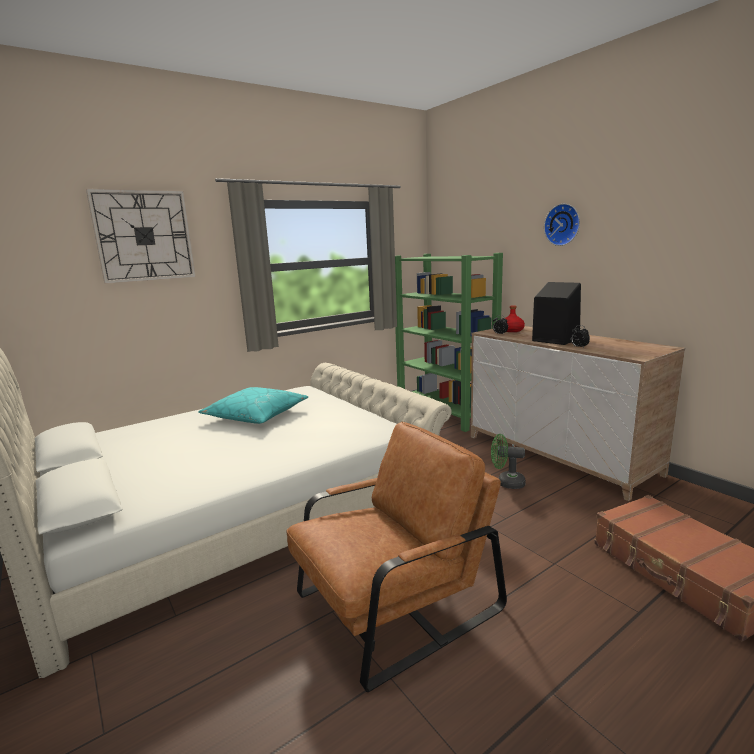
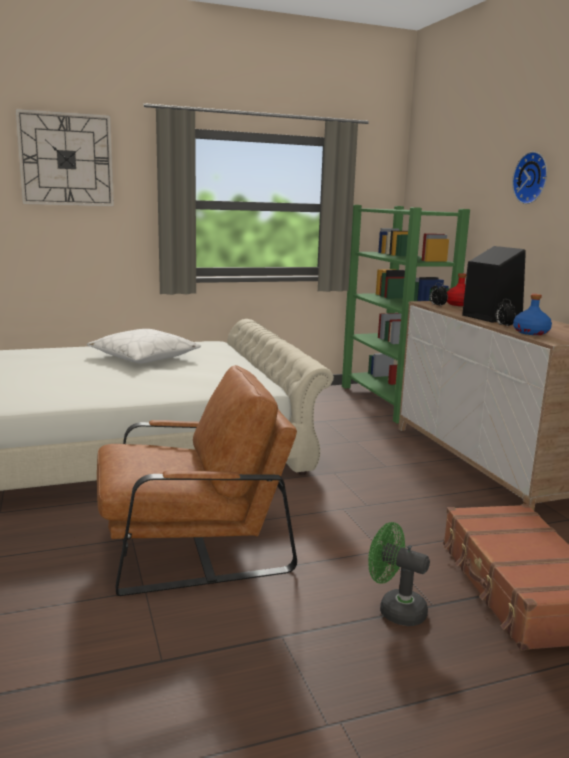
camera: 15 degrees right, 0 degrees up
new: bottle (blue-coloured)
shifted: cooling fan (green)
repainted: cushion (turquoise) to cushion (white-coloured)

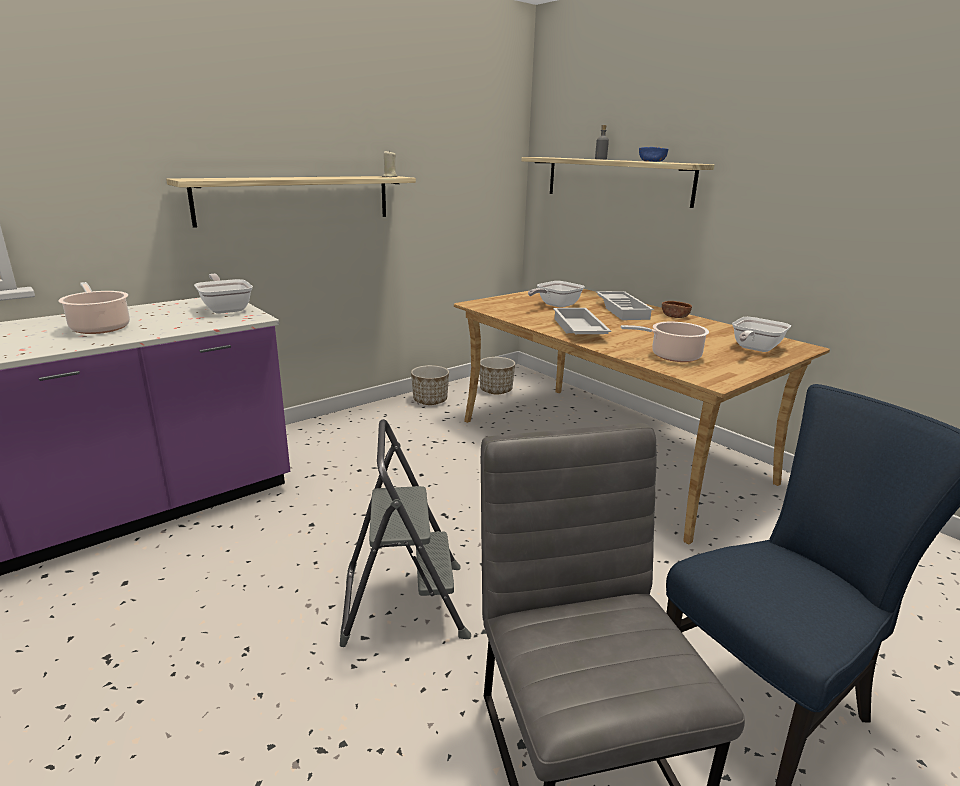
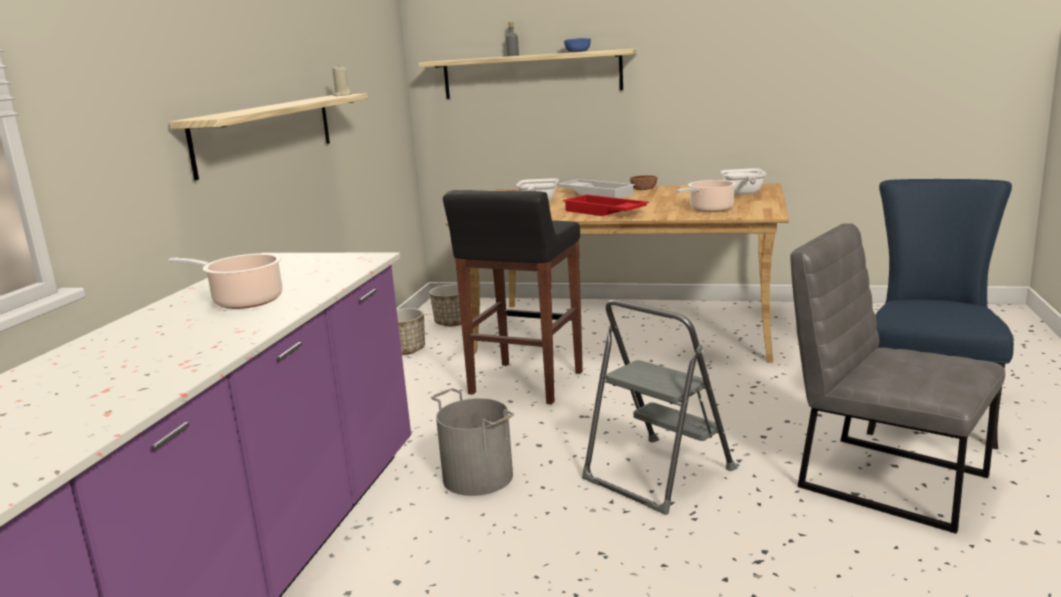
camera: 35 degrees left, 5 degrees down
gone: frying pan (no. 1 from left)
new: water bucket (grey); stool seat (blackish)
repainted: tray (white-coloured) (no. 1 from left) to tray (red)

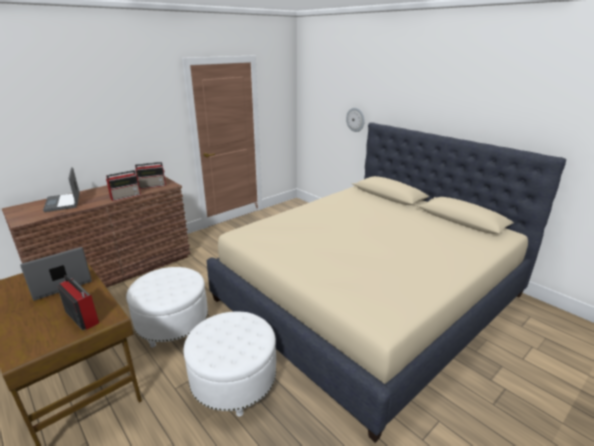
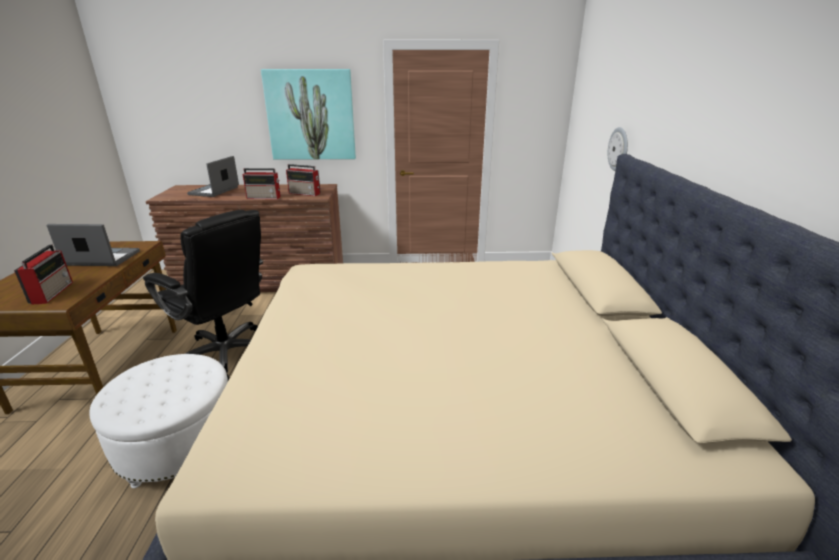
camera: 40 degrees right, 0 degrees up
new: wall picture
swapped: ottoman (white-coloured) (no. 1 from left) to computer chair (blackish)

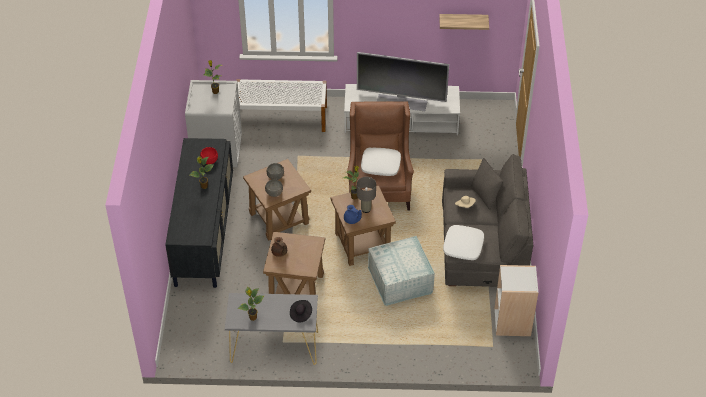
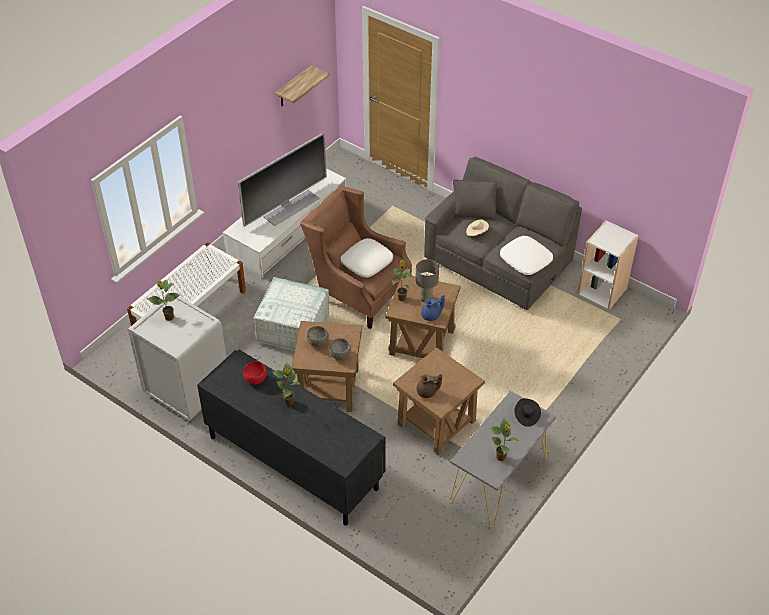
camera: 55 degrees left, 0 degrees up
shifted: ottoman (white-coloured)

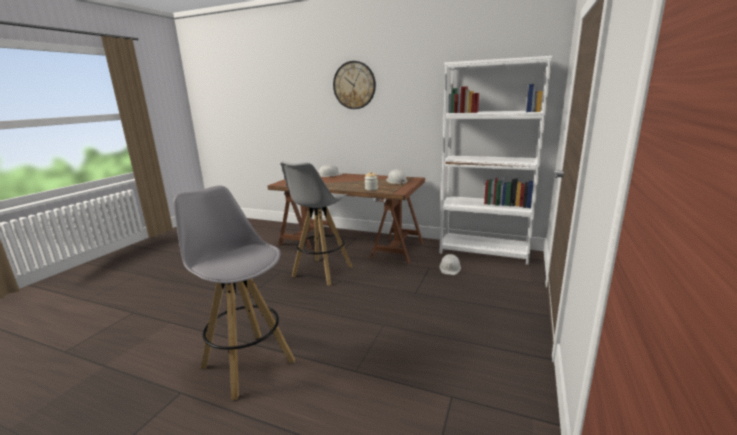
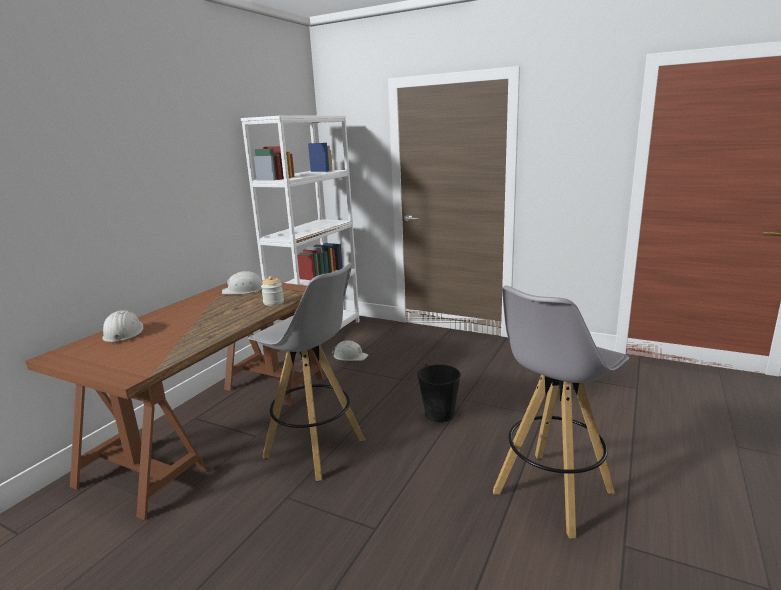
camera: 85 degrees left, 0 degrees up
gone: hanging clock
new: water bucket (blackish)

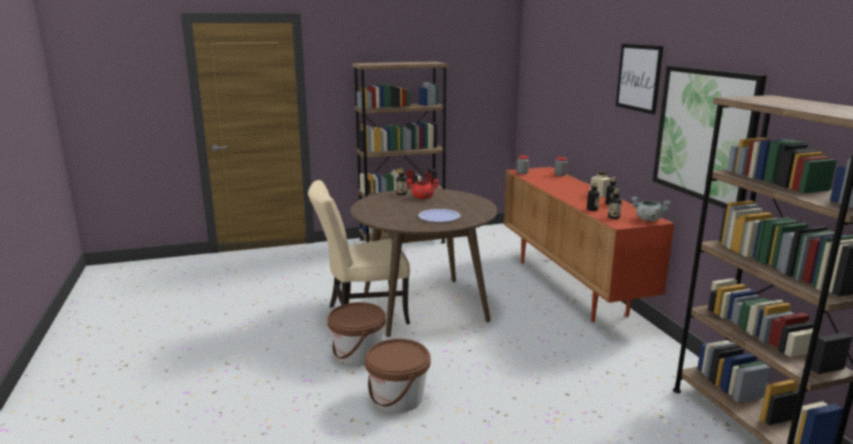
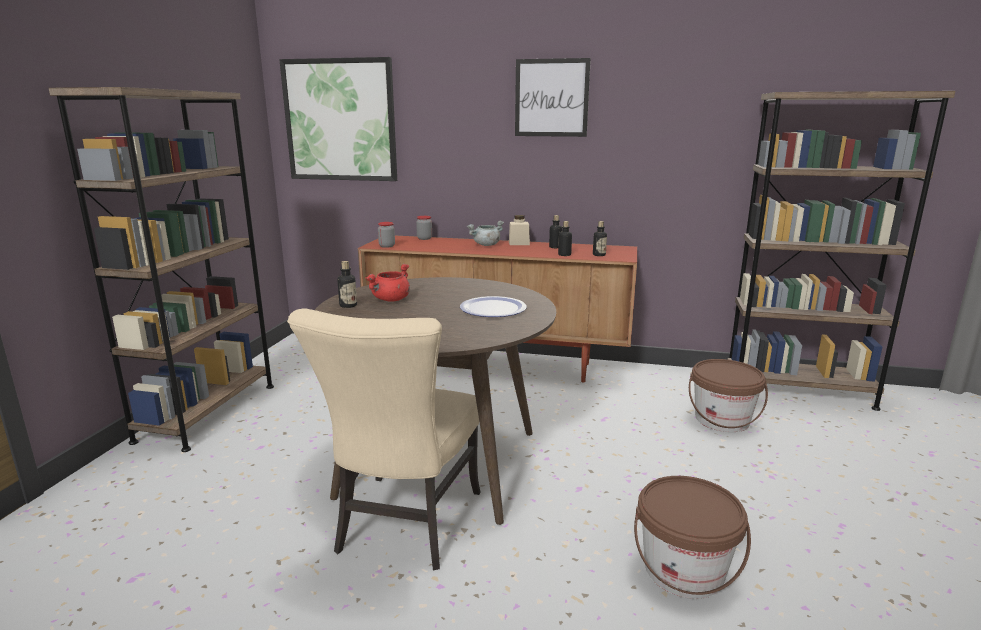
camera: 60 degrees left, 0 degrees up
shifted: wall picture (no. 2 from left in the first image) to wall picture (no. 1 from left); saucepot (grey); water bucket (brown-coloured) (no. 1 from left in the first image) to water bucket (brown-coloured) (no. 2 from left)

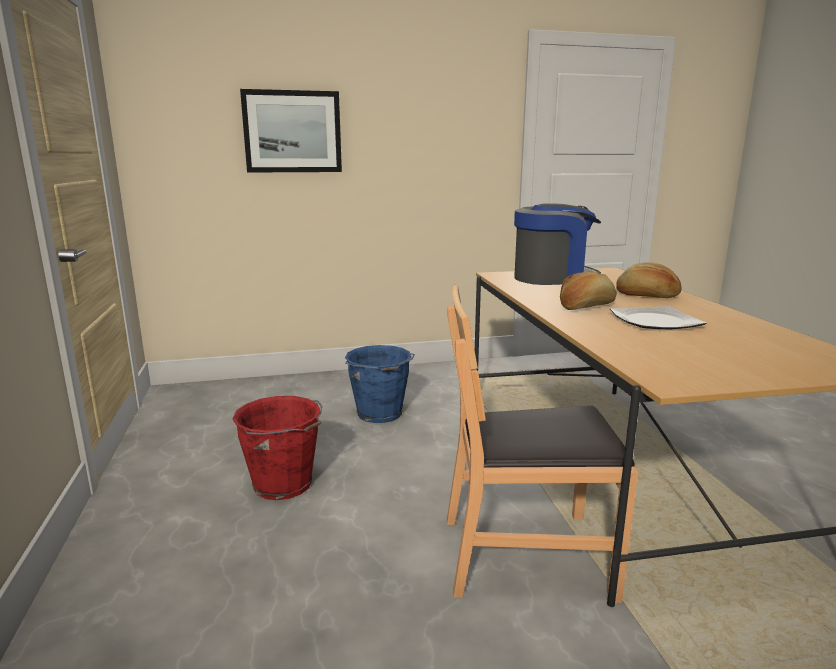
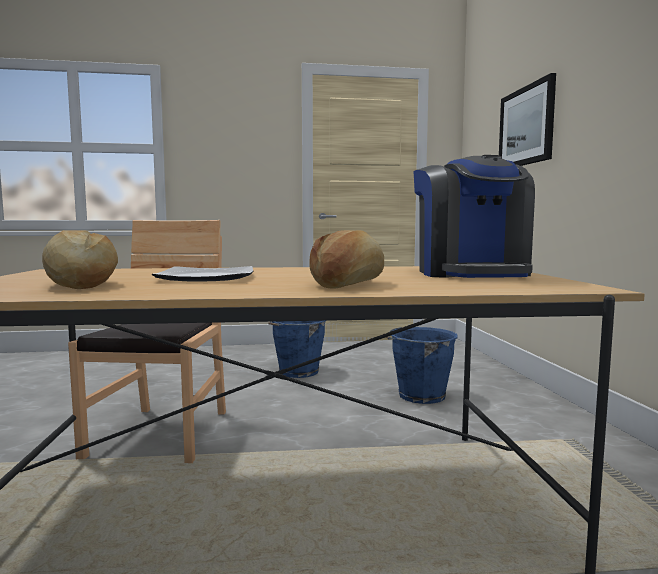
camera: 95 degrees right, 10 degrees down
shifted: bakery bread (no. 1 from left)
repainted: water bucket (red) to water bucket (blue-coloured) (no. 1 from left)

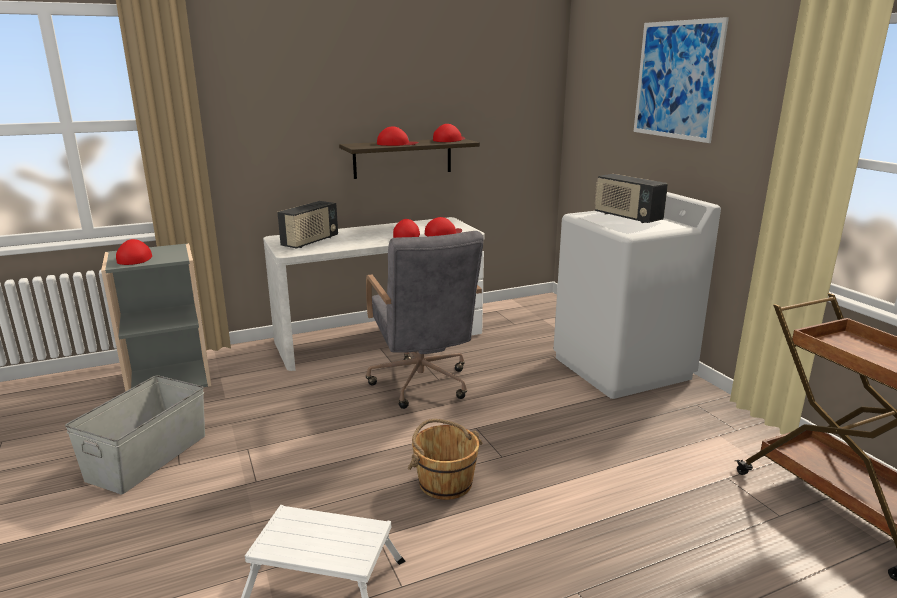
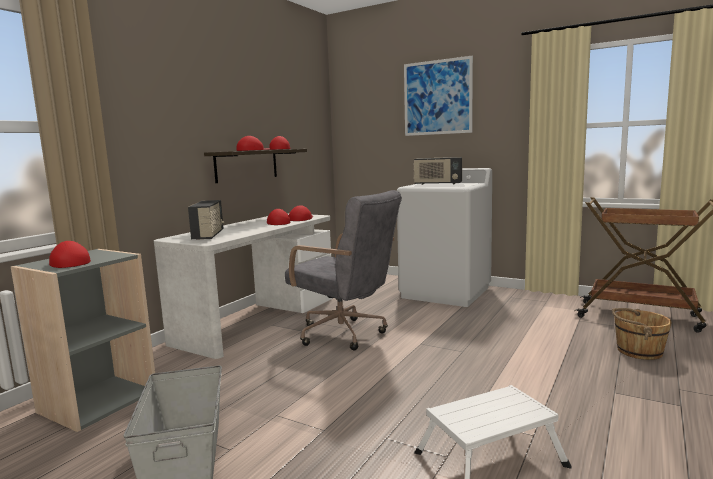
camera: 35 degrees left, 10 degrees down
shifted: water bucket (brown-coloured)

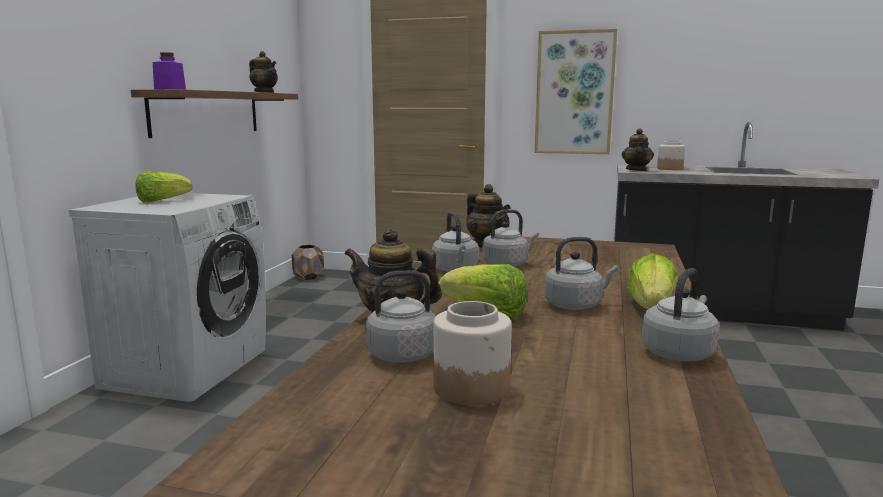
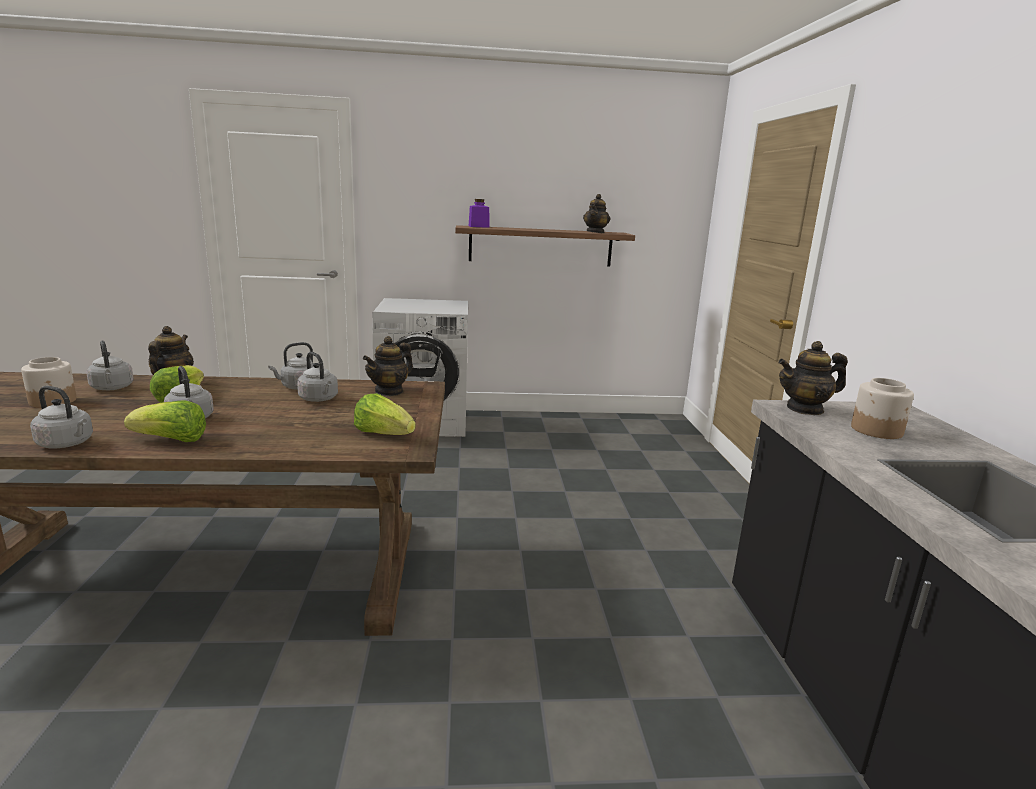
camera: 70 degrees right, 5 degrees up
gone: plant pot (brown-coloured); wall picture
shifted: lettuce head (no. 1 from left in the first image) to lettuce head (no. 3 from left)

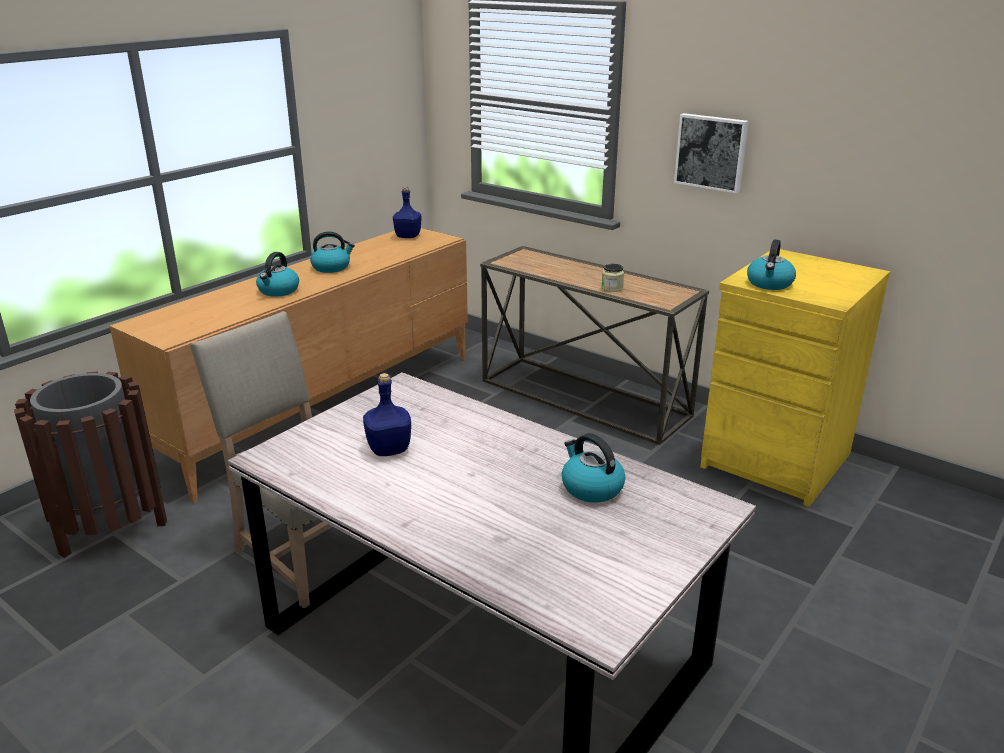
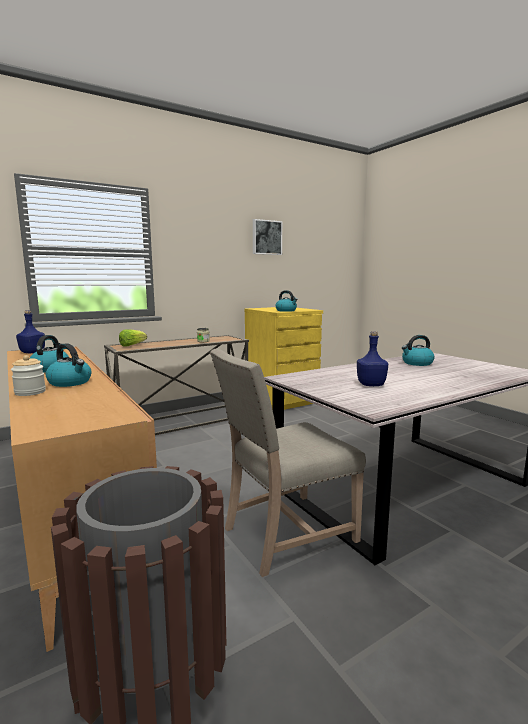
camera: 70 degrees left, 15 degrees down
new: preserve jar (no. 1 from left); lettuce head
shifted: wall picture

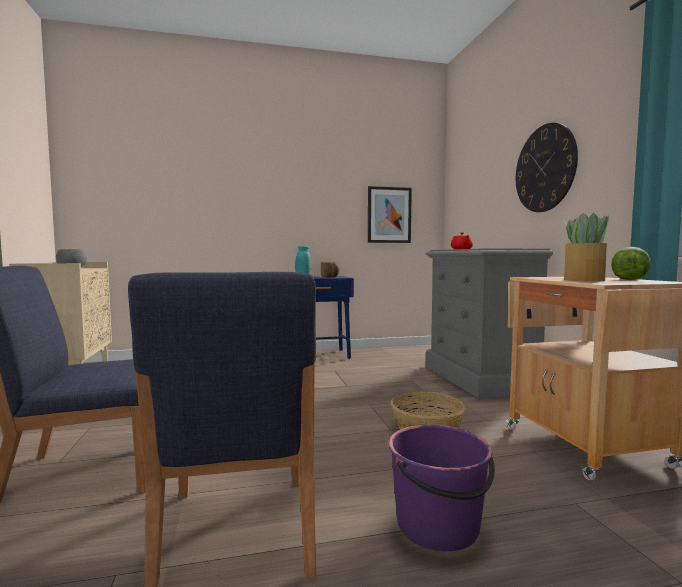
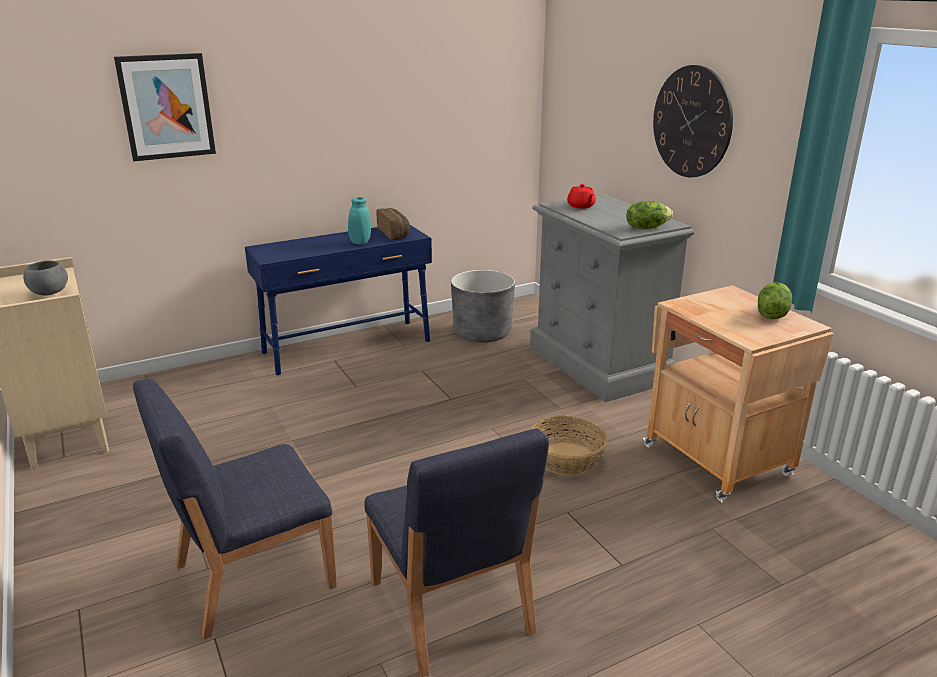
camera: 15 degrees left, 20 degrees up
gone: water bucket (purple-coloured); houseplant
new: plant pot (grey); lettuce head (no. 1 from left)
shifted: wall picture

